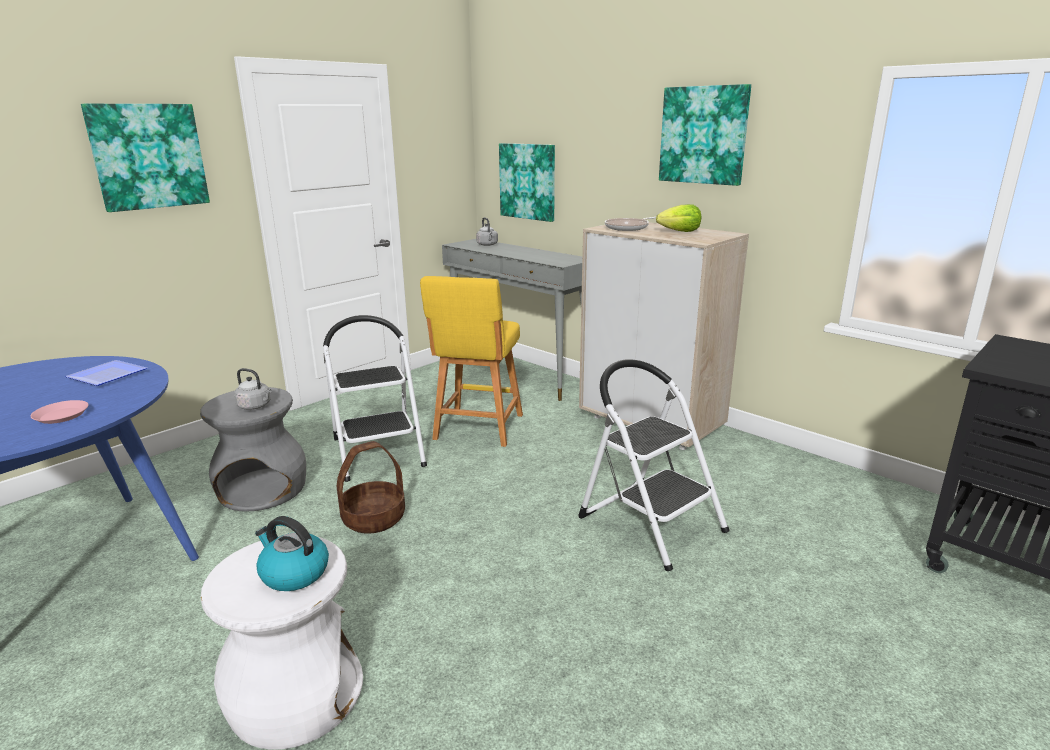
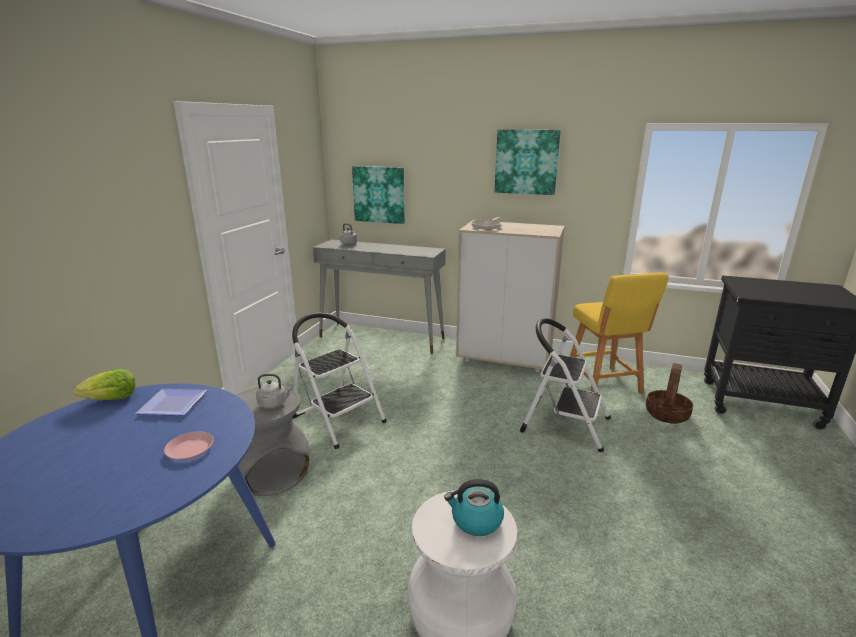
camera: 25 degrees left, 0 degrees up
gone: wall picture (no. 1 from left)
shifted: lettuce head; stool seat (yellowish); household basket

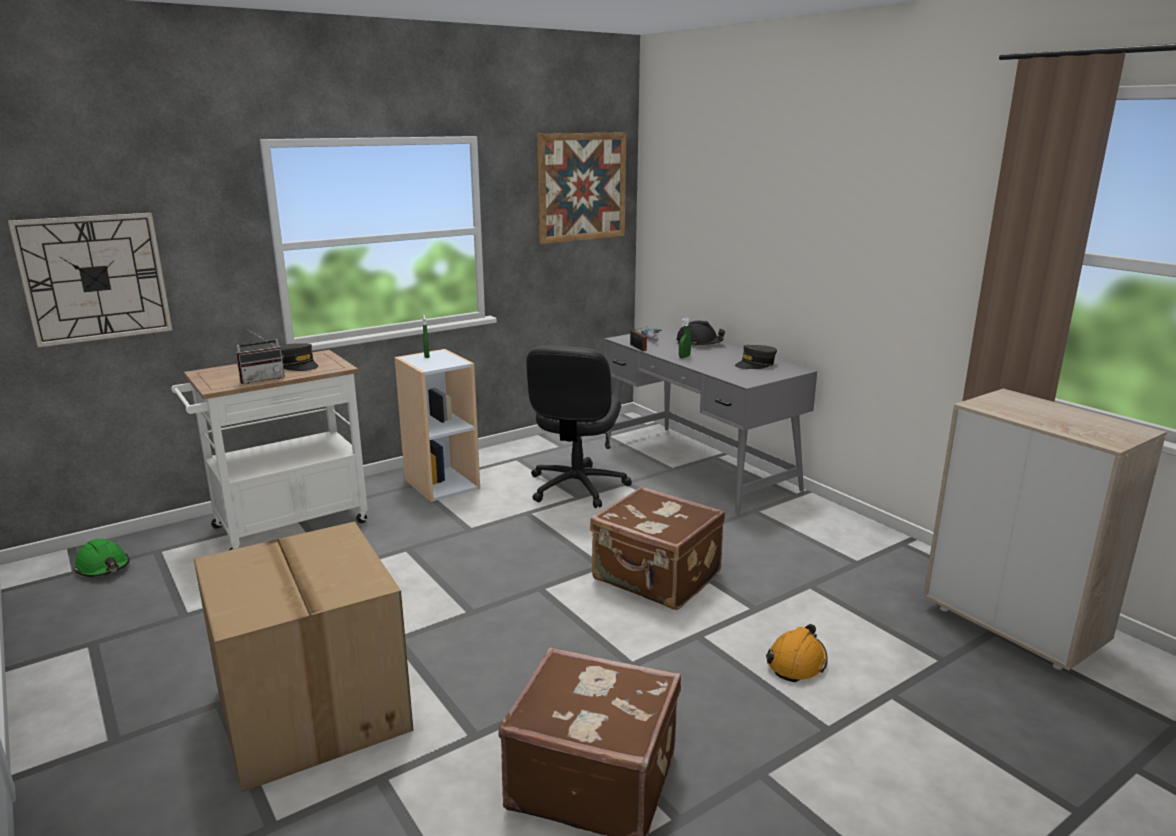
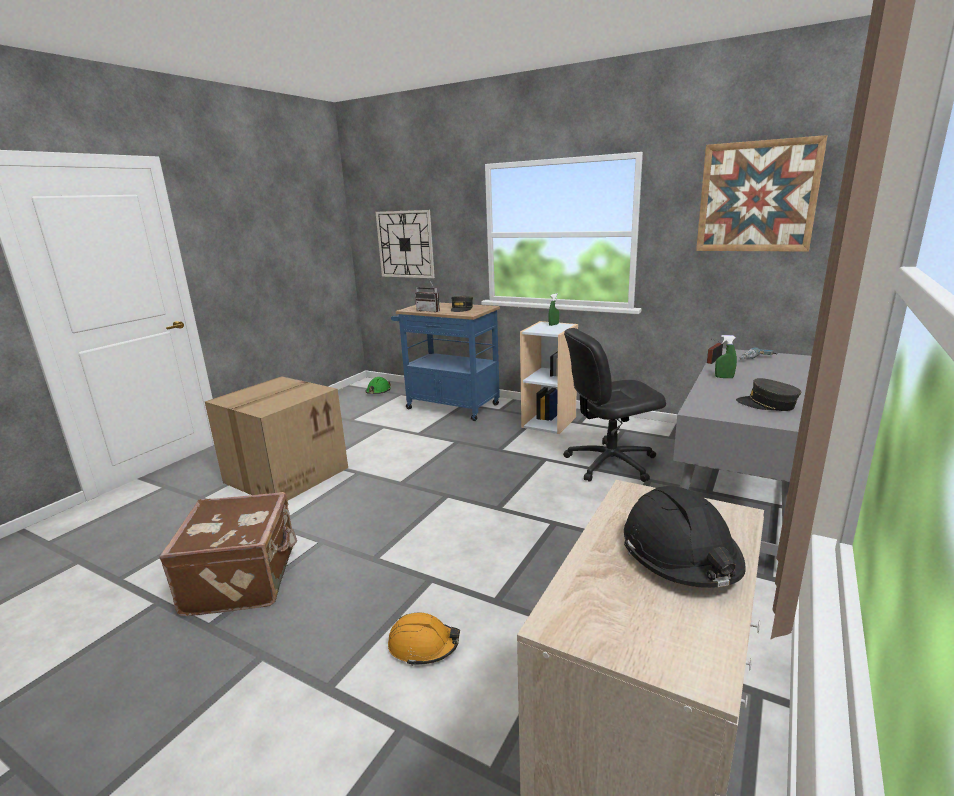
camera: 65 degrees right, 0 degrees up
gone: travel case (brown-coloured) (no. 2 from left)
shifted: safety helmet (blackish)
repainted: wheeled cart (white-coloured) to wheeled cart (blue-coloured)

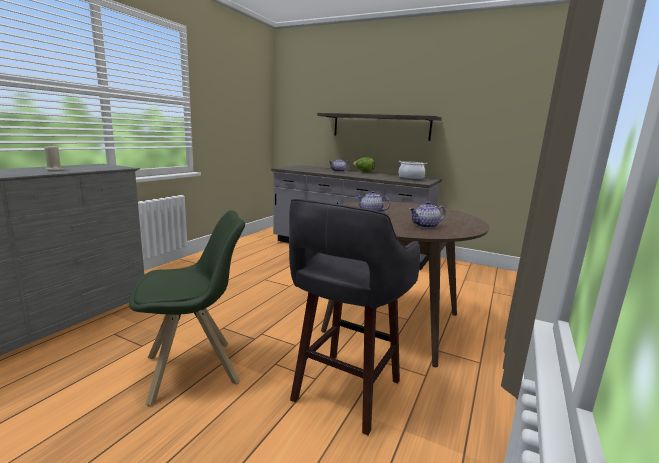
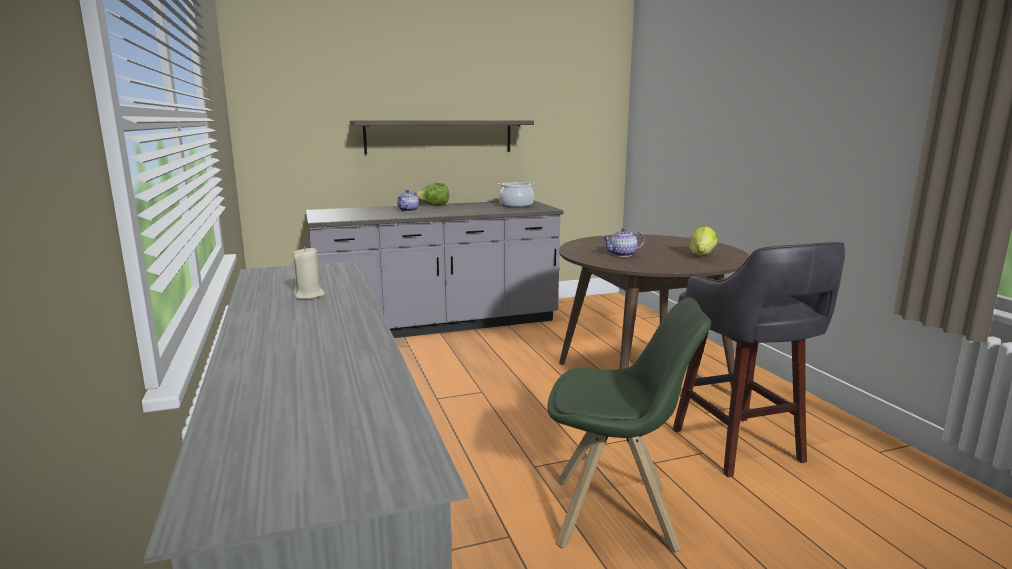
camera: 45 degrees left, 0 degrees up
swapped: tea pot (no. 3 from left) to lettuce head (no. 2 from left)
rotated: upright chair (green) 75 degrees clockwise

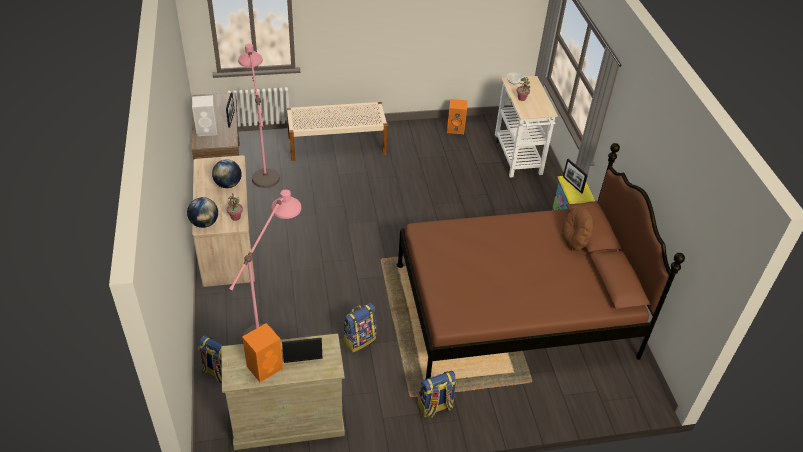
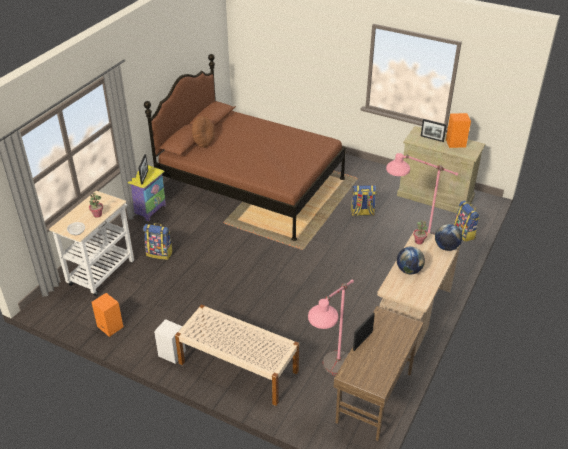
camera: 140 degrees left, 5 degrees down
shifted: backpack (no. 3 from left in the first image) to backpack (no. 1 from left); speaker (white-coloured)

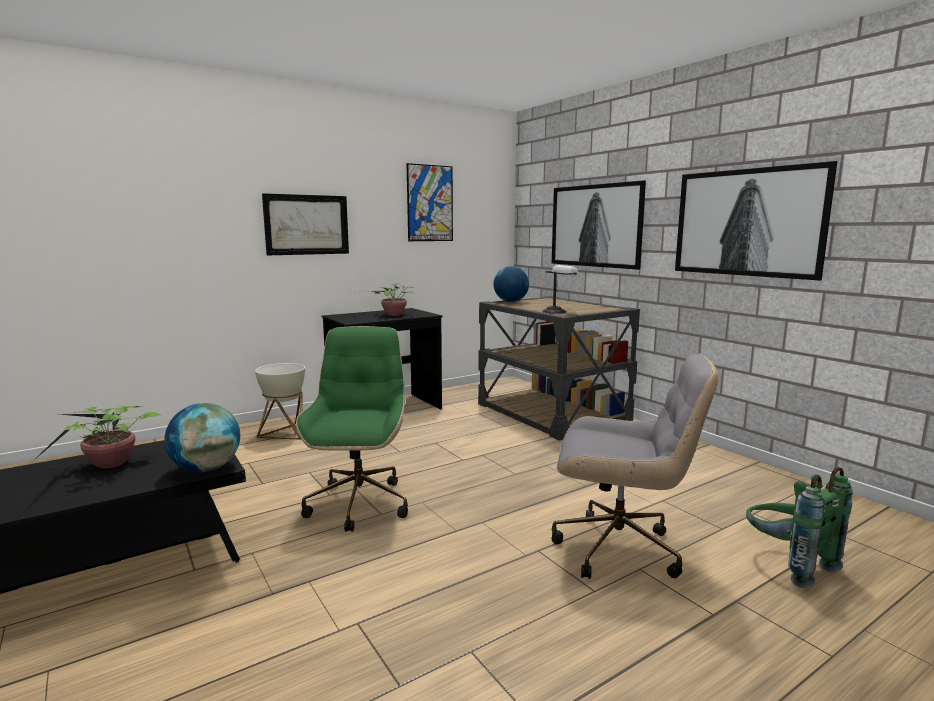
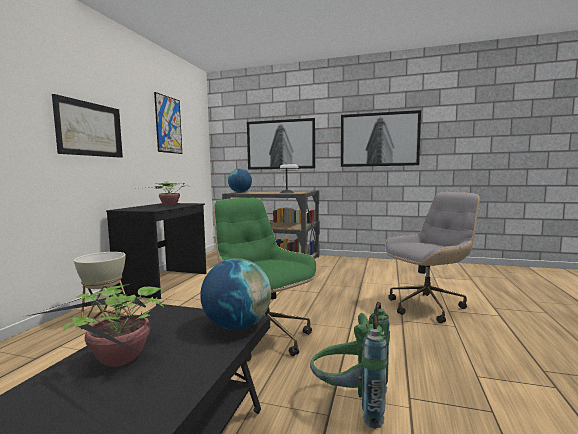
camera: 40 degrees left, 5 degrees down
shifted: backpack (green)

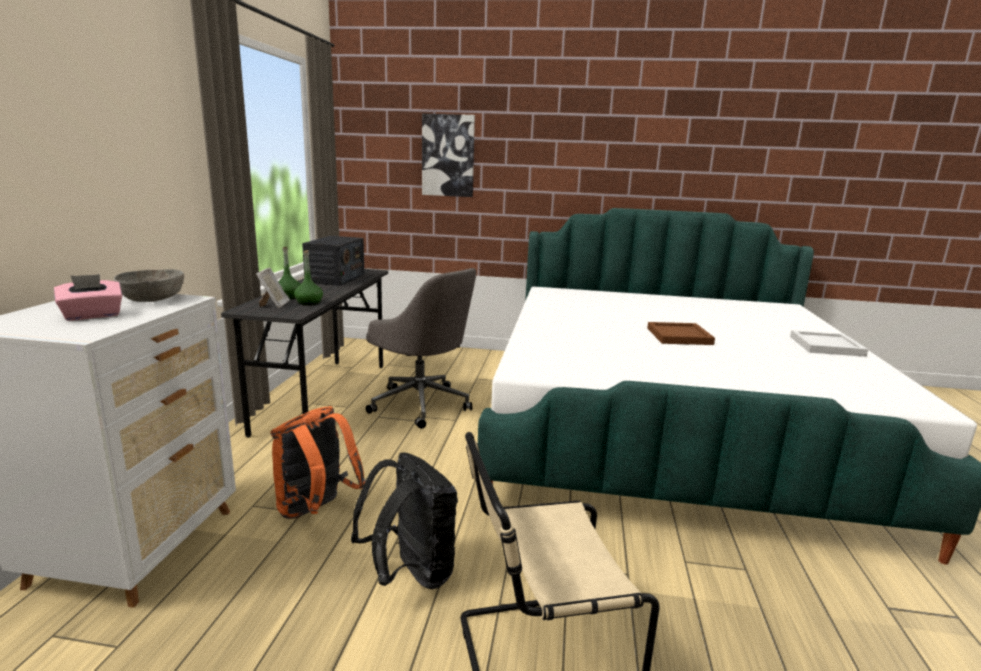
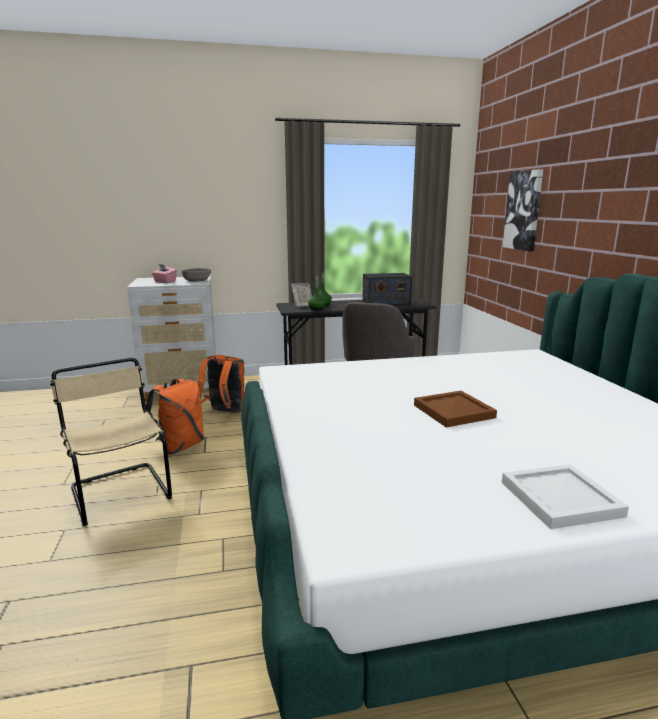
camera: 70 degrees right, 0 degrees up
repainted: backpack (blackish) to backpack (orange) (no. 1 from left)

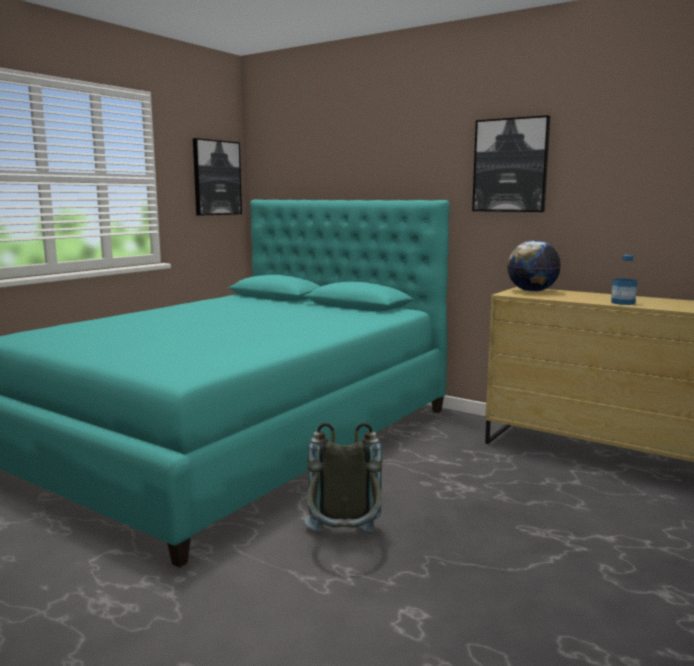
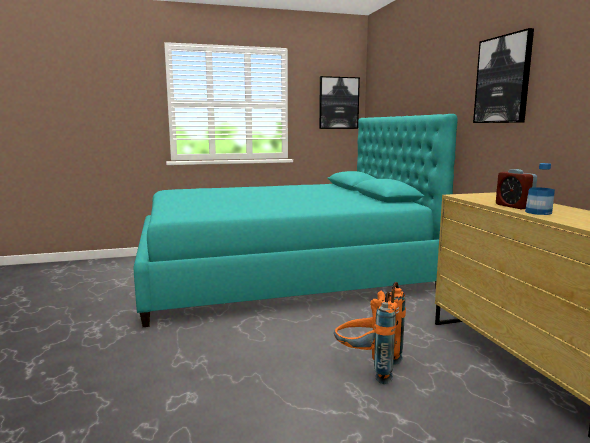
camera: 40 degrees right, 0 degrees up
gone: backpack (grey); desk globe
new: backpack (orange); table clock

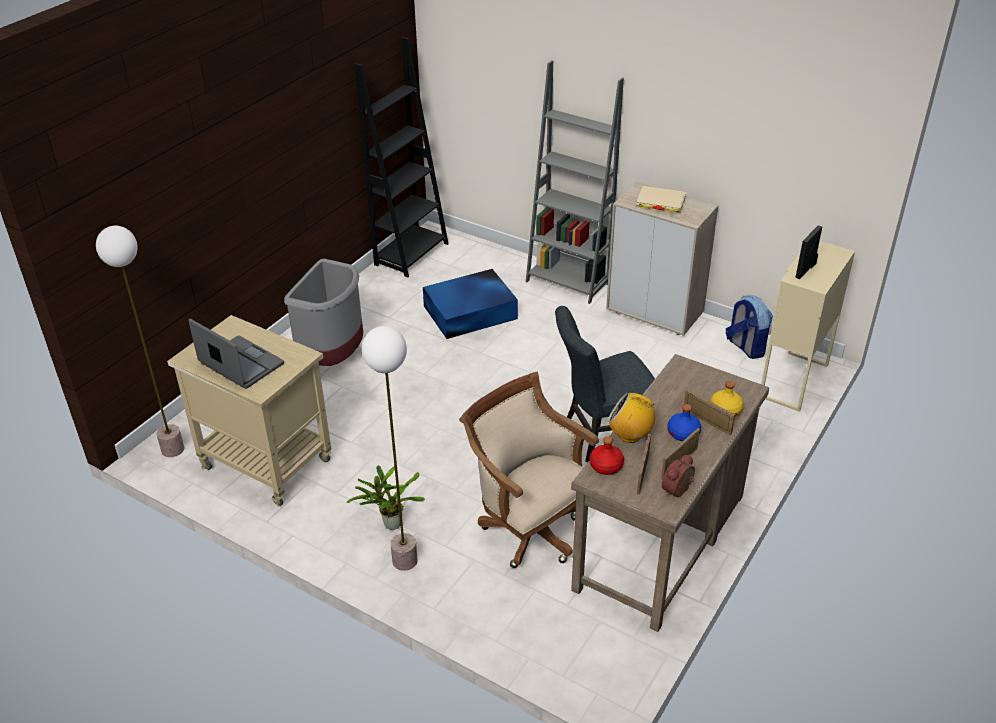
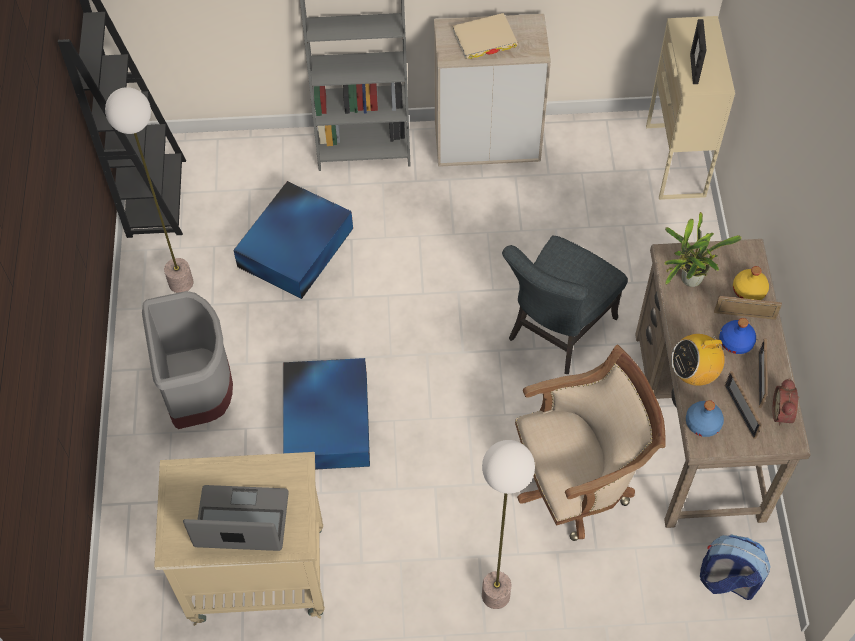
camera: 35 degrees left, 20 degrees up
new: storage box (blue-coloured) (no. 2 from left)
shifted: floor lamp (no. 1 from left); houseplant; backpack
repainted: bottle (red) to bottle (blue-coloured) (no. 1 from left)
rotated: computer chair 150 degrees clockwise

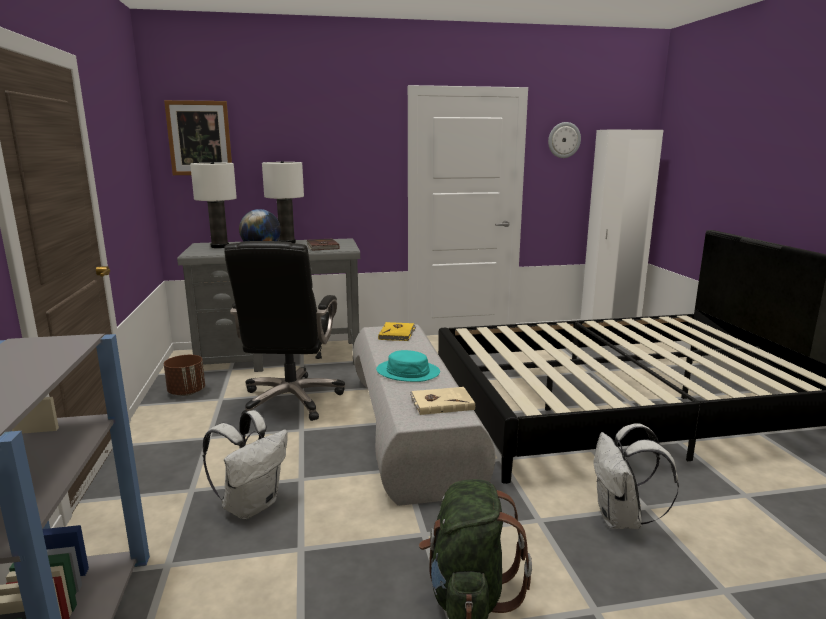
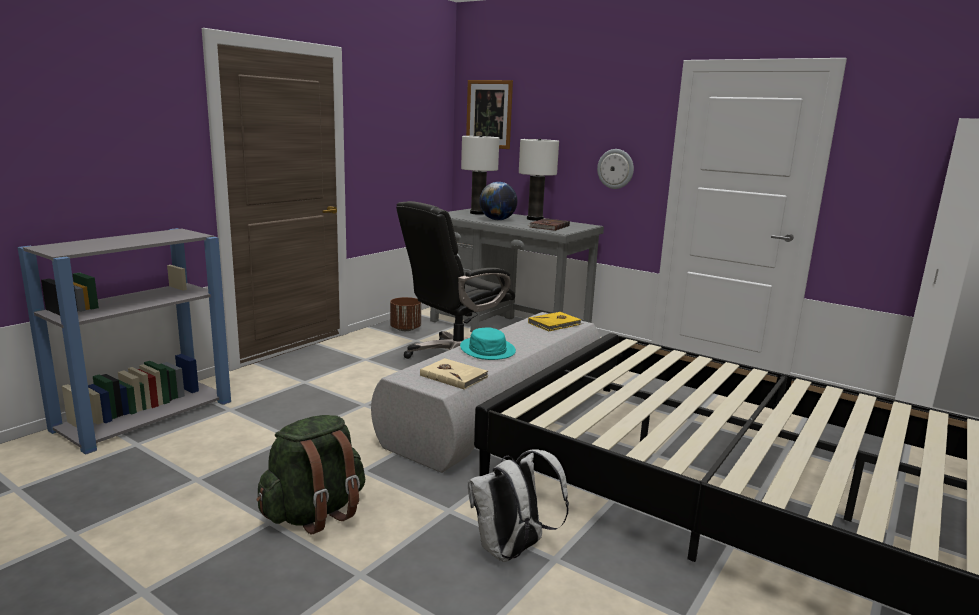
camera: 45 degrees right, 0 degrees up
gone: backpack (white-coloured) (no. 1 from left)
shifted: hanging clock

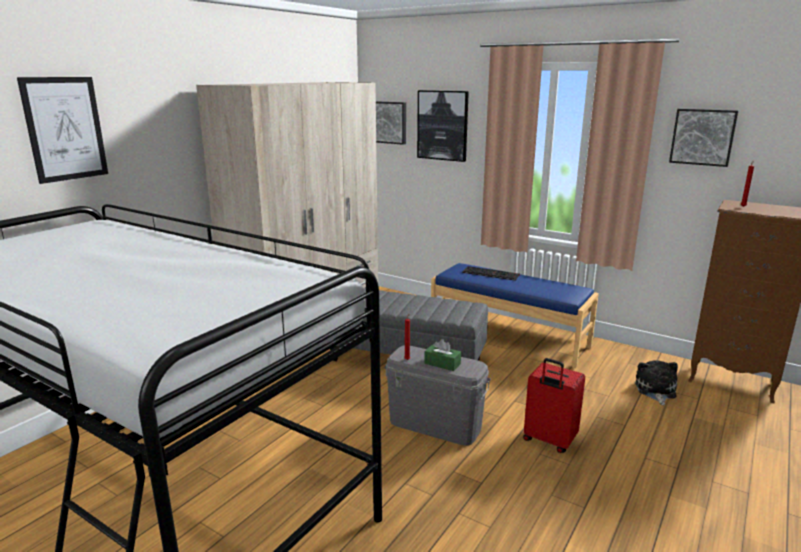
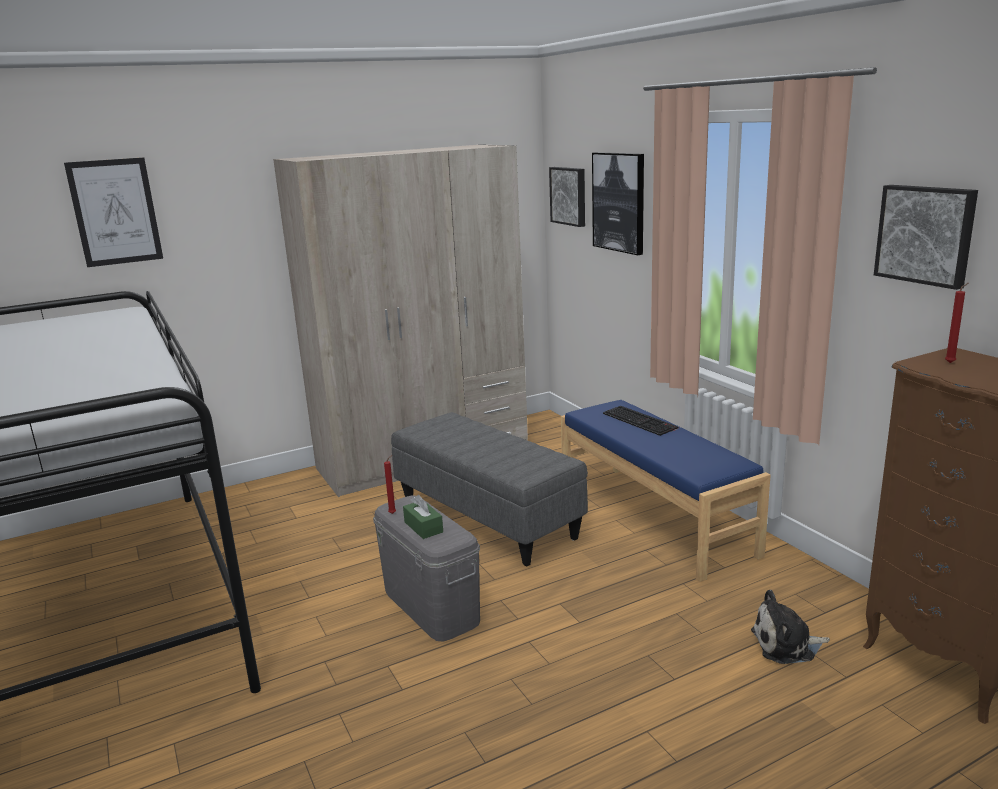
camera: 30 degrees right, 0 degrees up
gone: travel case (red)
rotated: cuddly toy 135 degrees counterclockwise

